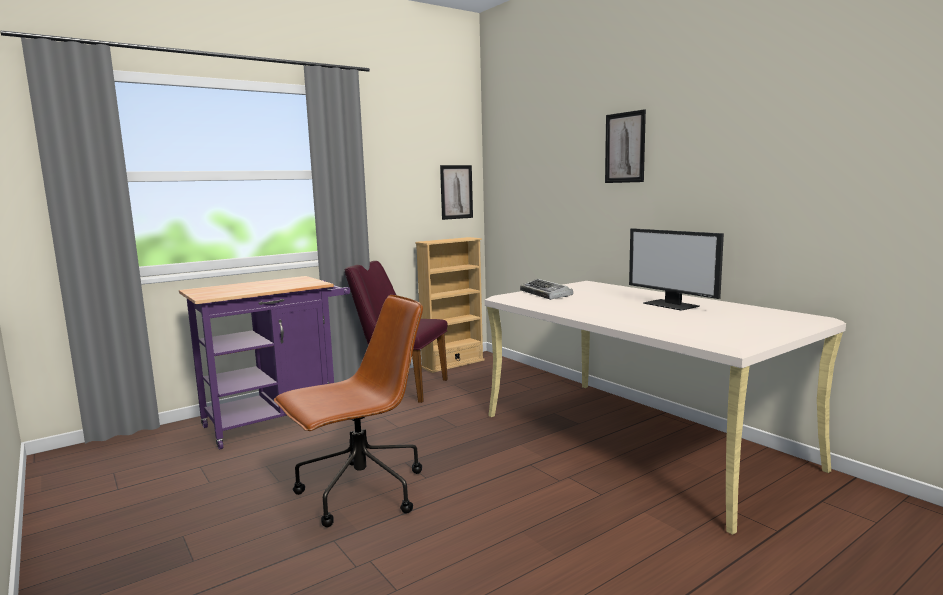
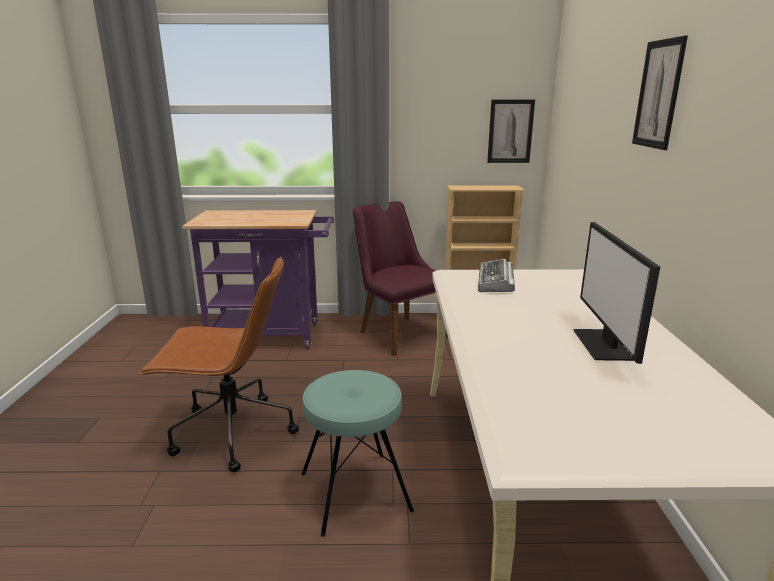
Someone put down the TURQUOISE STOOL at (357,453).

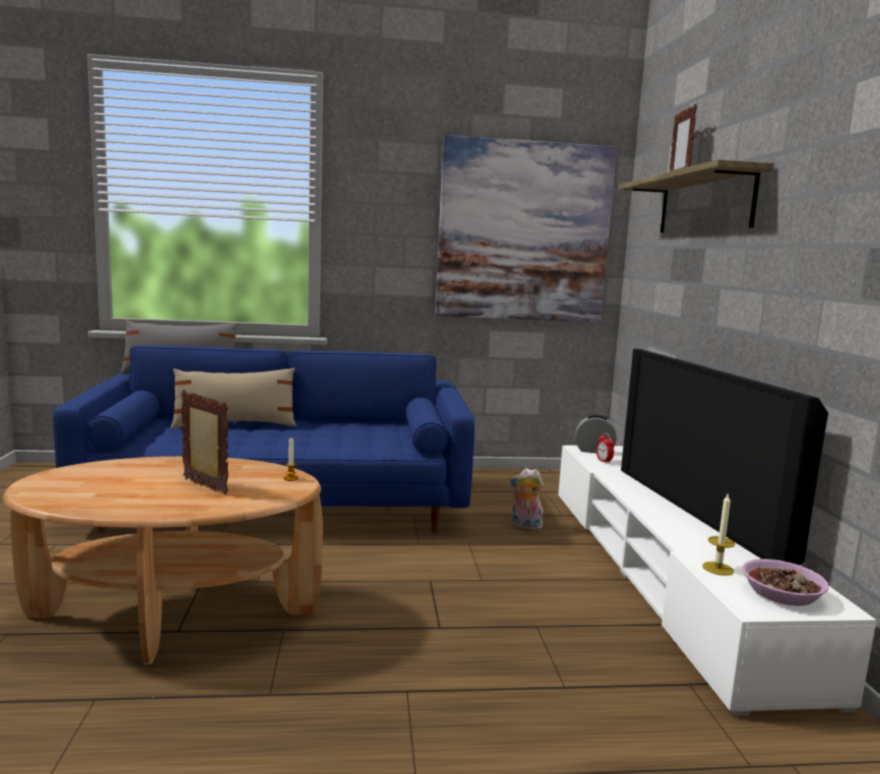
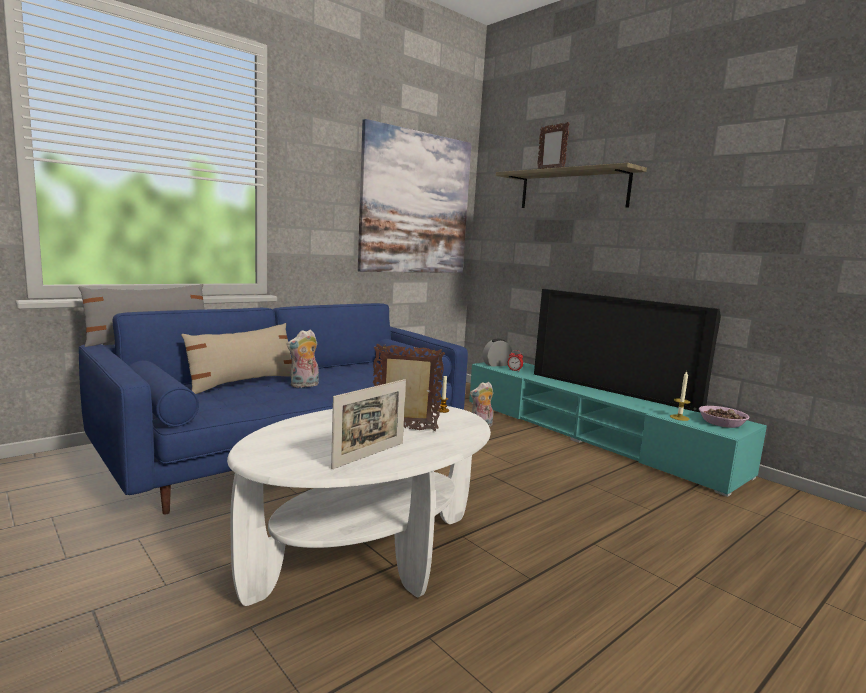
Someone repainted the WHITE TV STAND at (717,580), which became the TURQUOISE TV STAND at (618,429). Someone repainted the BROWN COFFEE TABLE at (163,560), which became the WHITE COFFEE TABLE at (359,505). Someone put down the PLUSH TOY at (302,359). Someone put down the PICTURE FRAME at (368,424).

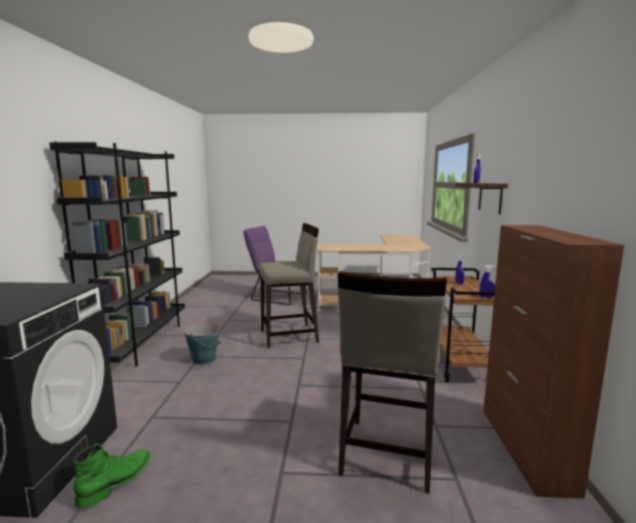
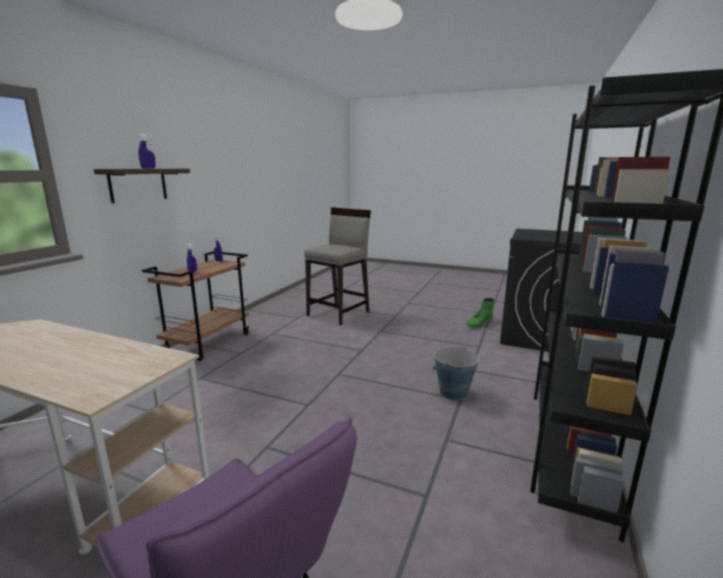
Someone took away the BEIGE STOOL at (289,285). Someone took away the BROWN CABINET at (553,362).

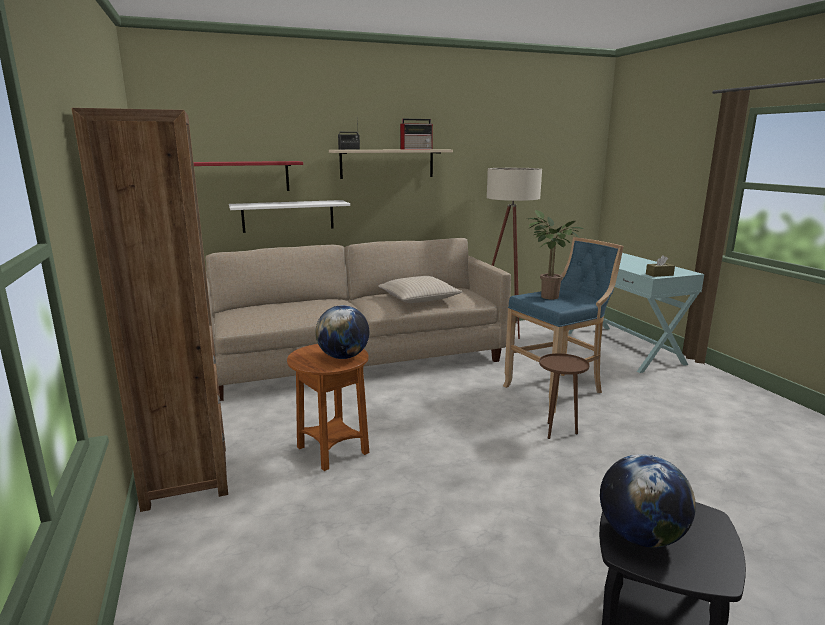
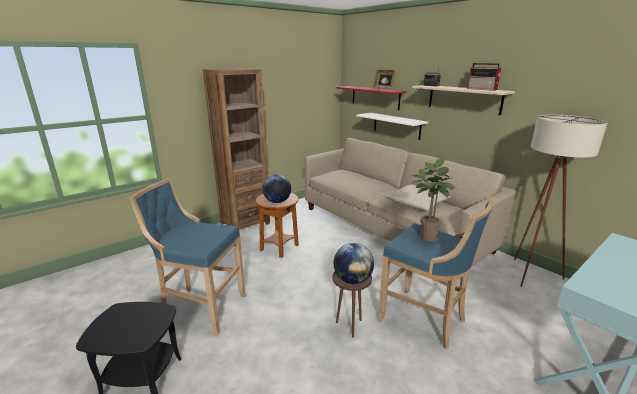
Someone took away the BROWN TISSUE BOX at (660,266). Someone carried the GLOBE from (648,500) to (354,263). Someone put down the PICTURE FRAME at (384,80). Someone put down the BLUE STOOL at (188,257).

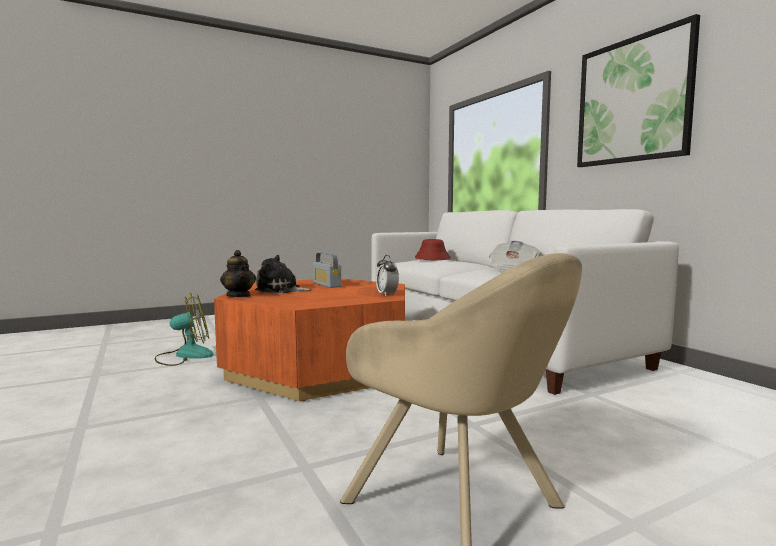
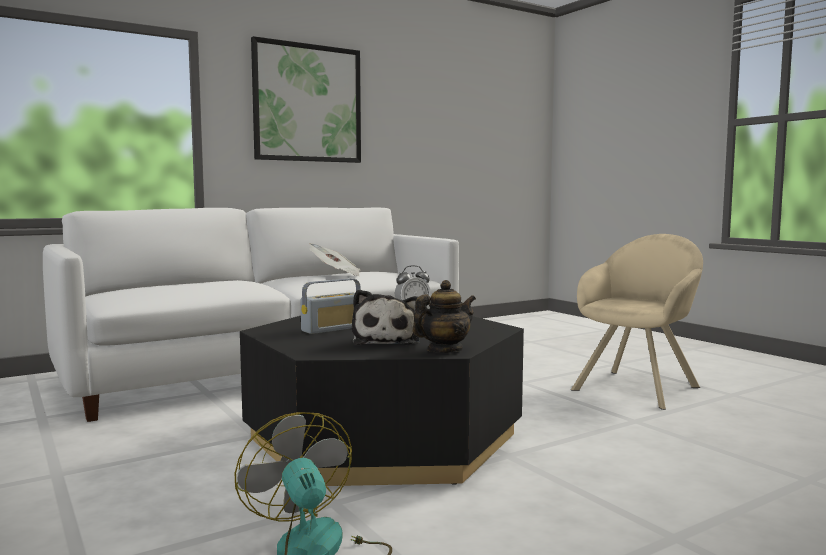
Someone took away the RED HAT at (433,249). Someone repainted the ORANGE COFFEE TABLE at (309,340), which became the BLACK COFFEE TABLE at (382,397).

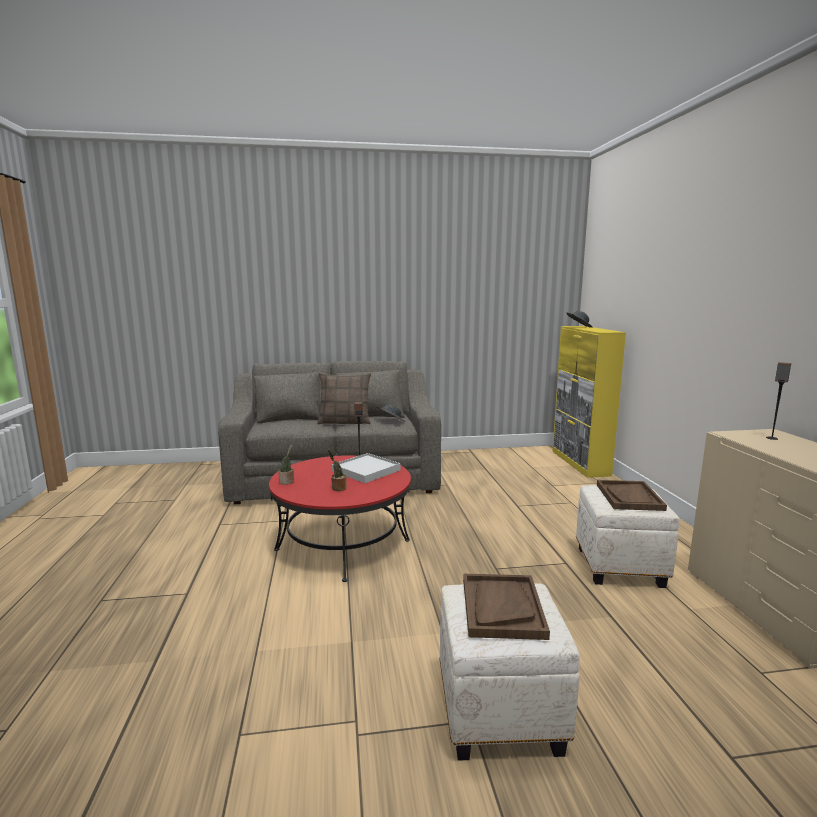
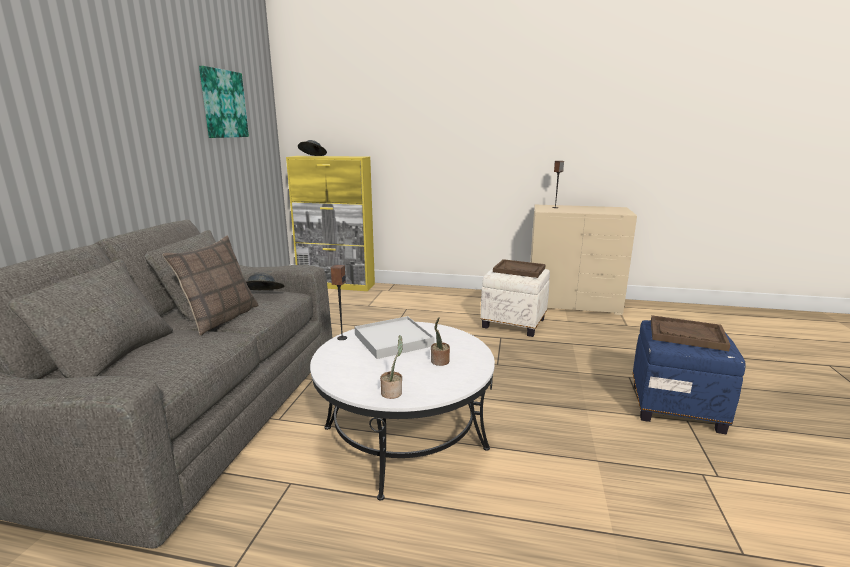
Someone repainted the RED COFFEE TABLE at (340,518), which became the WHITE COFFEE TABLE at (402,411). Someone repainted the WHITE OTTOMAN at (509,672), which became the BLUE OTTOMAN at (689,377). Someone put up the PICTURE at (224,102).

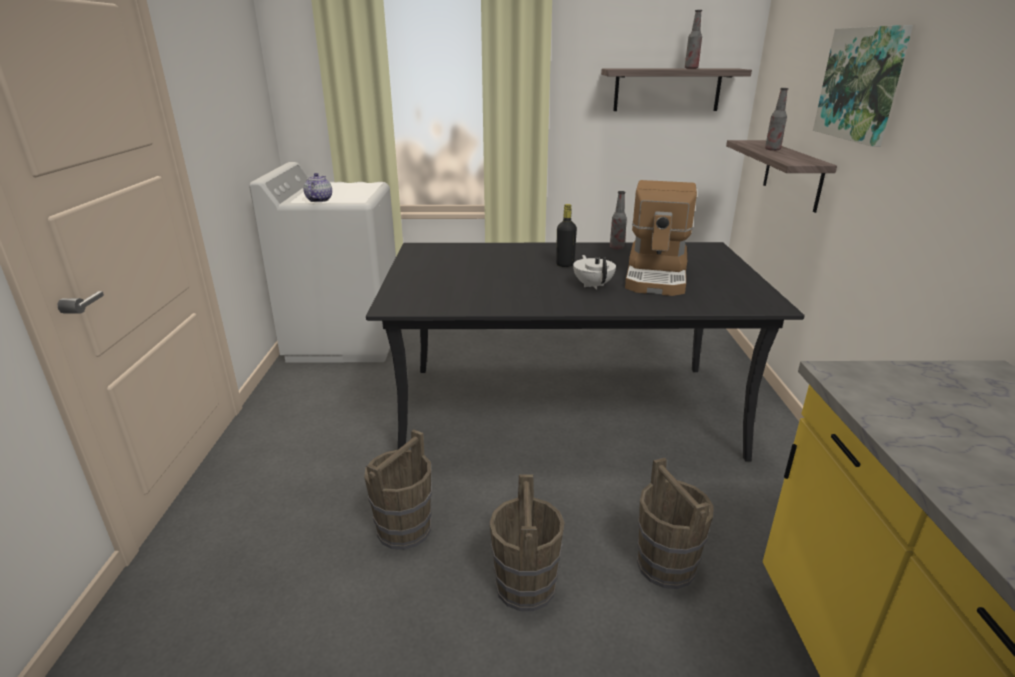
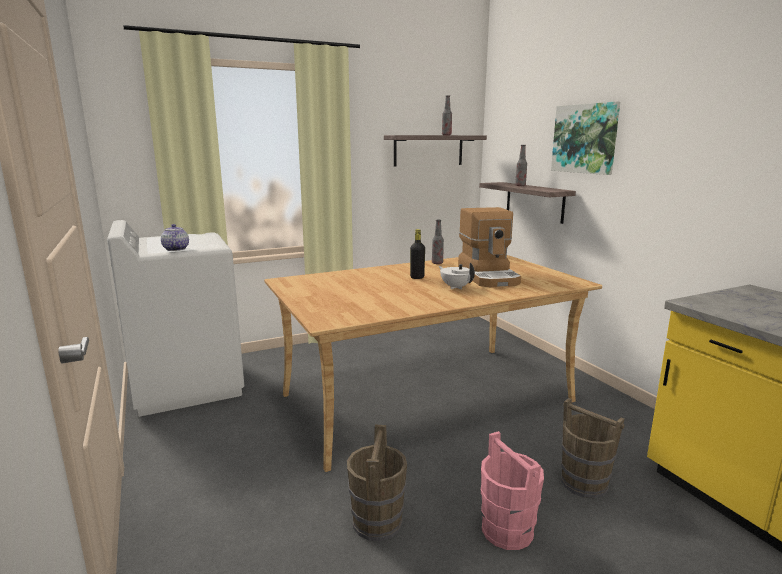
Someone repainted the BLACK DINING TABLE at (585,352), which became the BEIGE DINING TABLE at (433,363). Someone repainted the BROWN BUCKET at (527,542), which became the PINK BUCKET at (512,490).

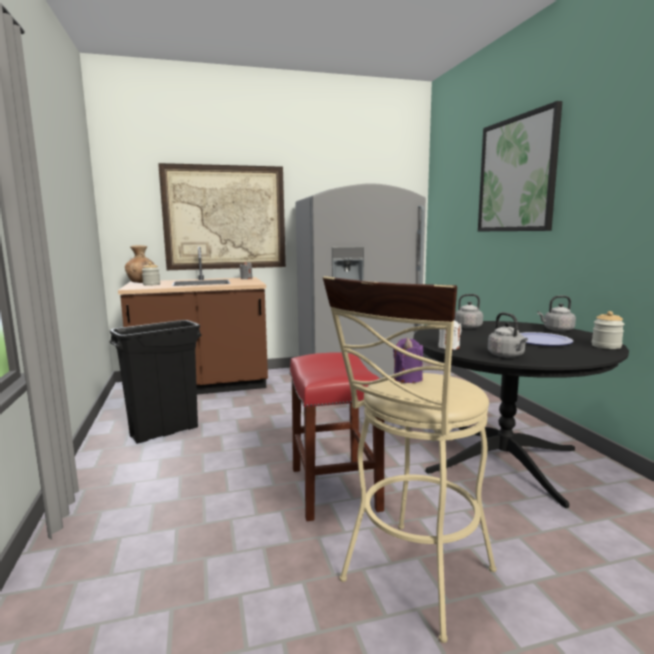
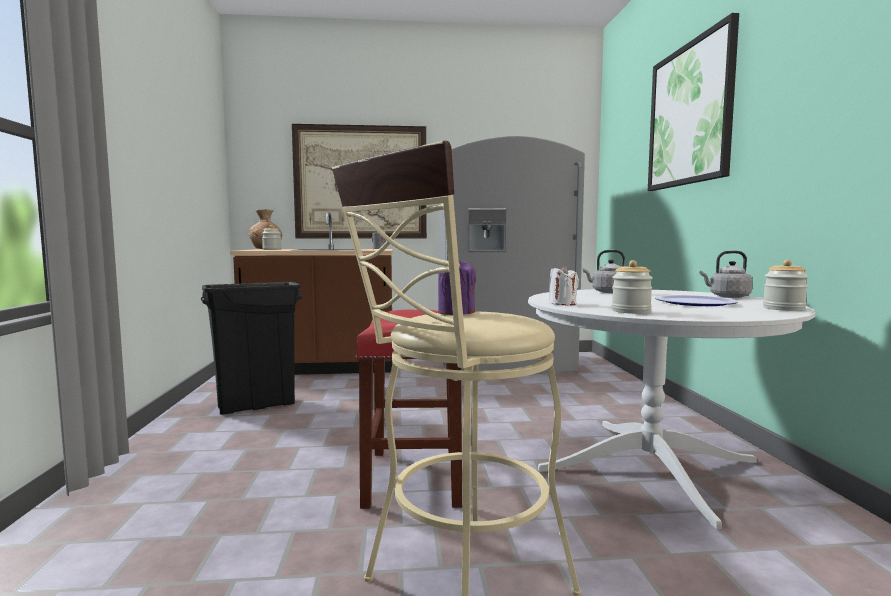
Someone swapped the GREY KETTLE at (508,335) for the JAR at (632,287). Someone repainted the BLACK DINING TABLE at (521,414), which became the WHITE DINING TABLE at (671,409).

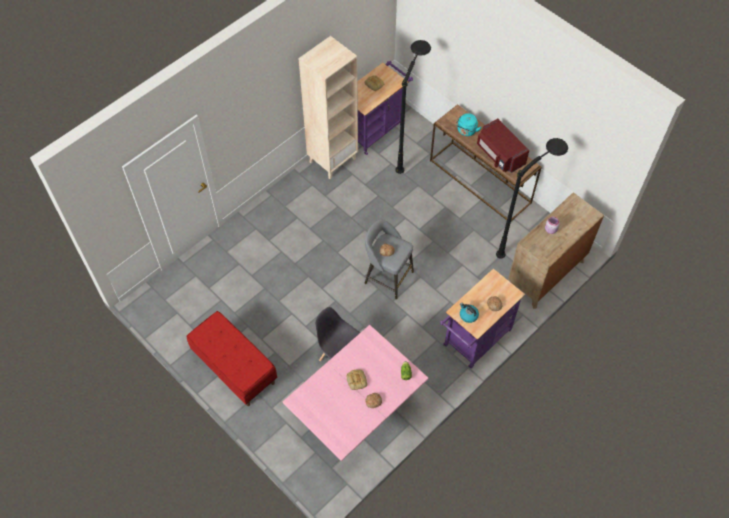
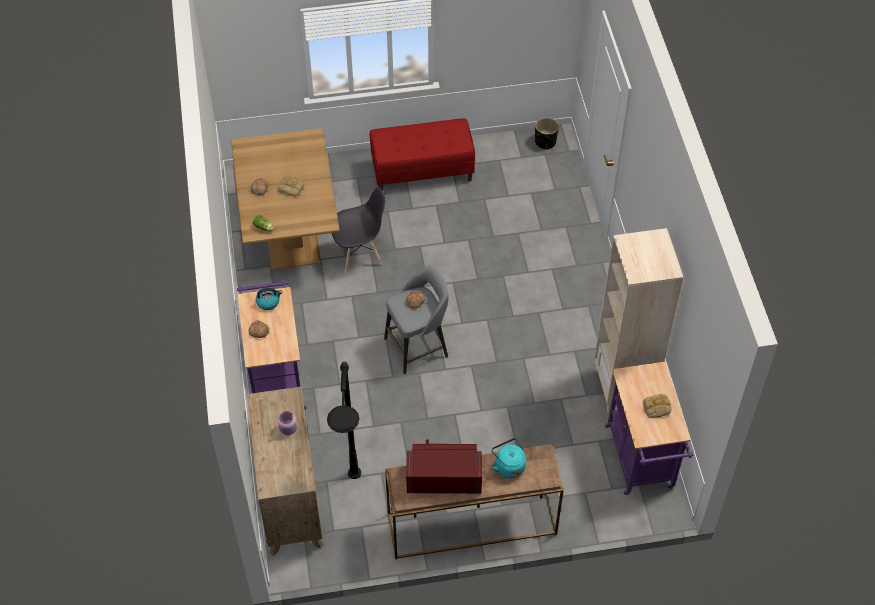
Someone took away the BLACK FLOOR LAMP at (413,107). Someone repainted the PINK DINING TABLE at (356,393), which became the BROWN DINING TABLE at (285,199). Someone put down the BLACK PLANTER at (547,133).

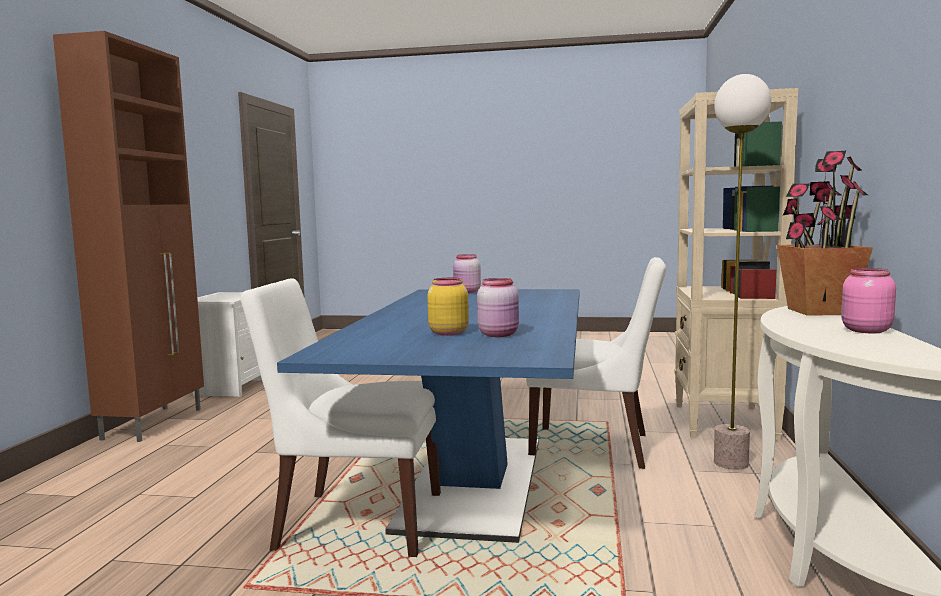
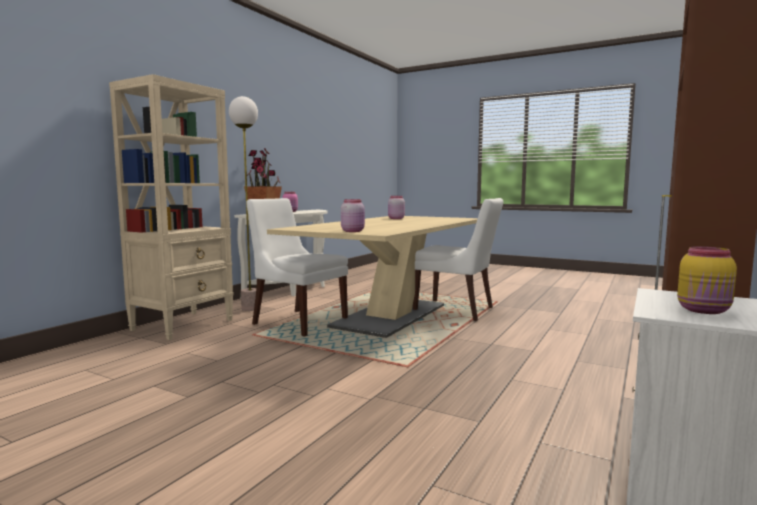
Someone carried the YELLOW JAR from (448,307) to (707,280). Someone repainted the BLUE DINING TABLE at (428,416), which became the BEIGE DINING TABLE at (372,277).

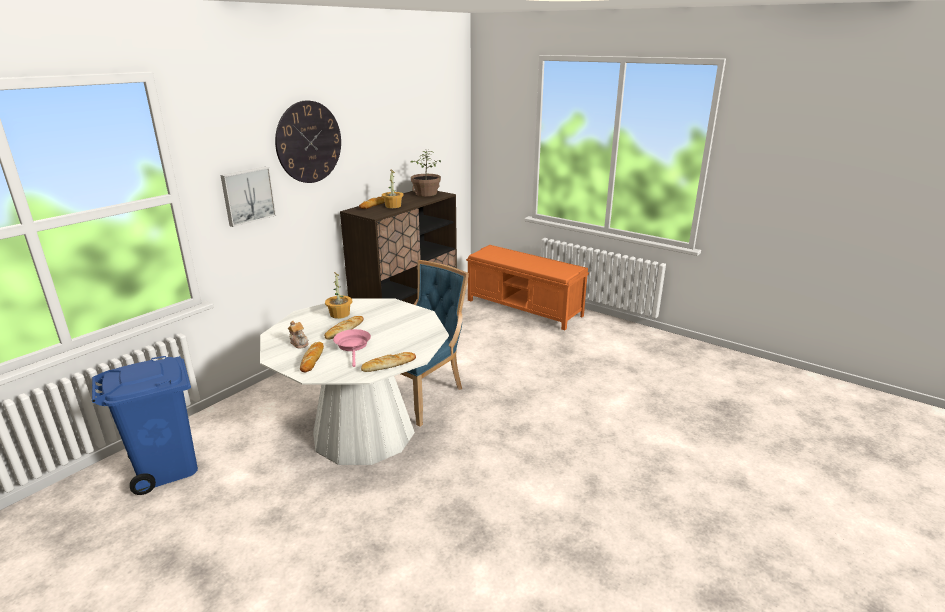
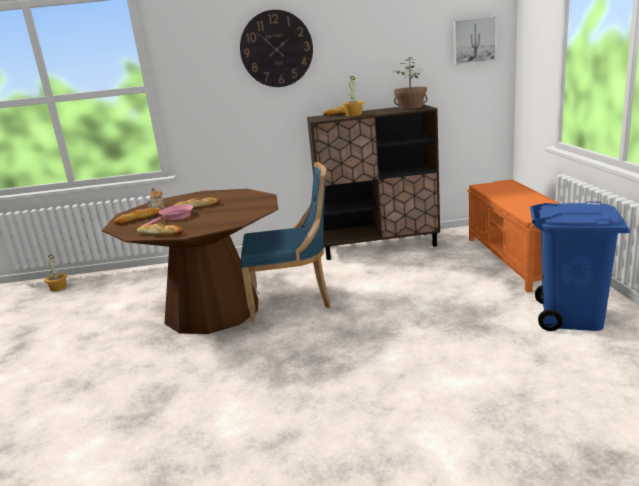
Someone carried the PICTURE from (248,197) to (475,40). Someone carried the POTTED PLANT from (338,295) to (55,272). Someone repainted the WHITE DINING TABLE at (354,381), which became the BROWN DINING TABLE at (190,261). Someone carried the BLUE TRASH CAN from (145,425) to (580,266).

